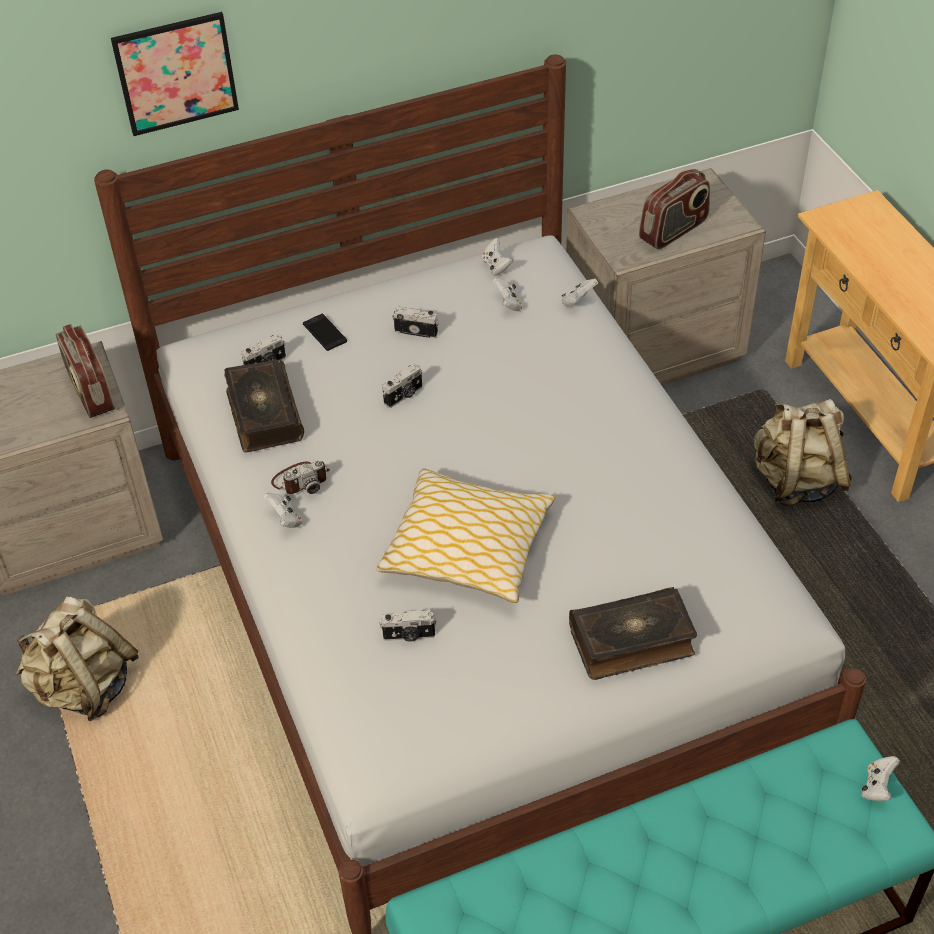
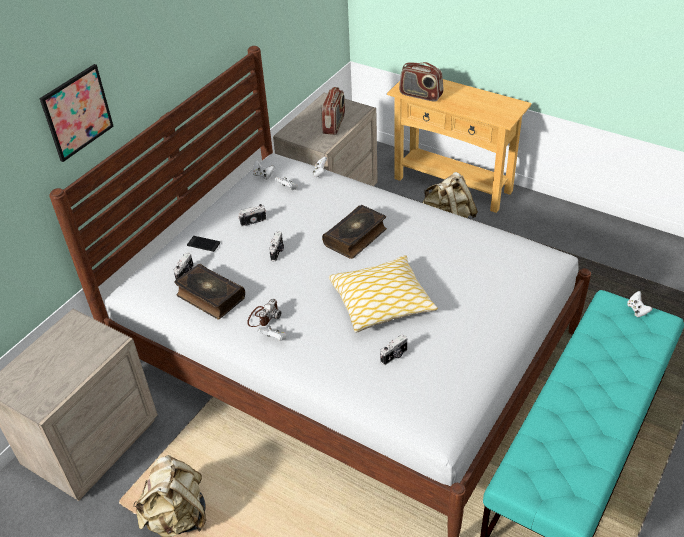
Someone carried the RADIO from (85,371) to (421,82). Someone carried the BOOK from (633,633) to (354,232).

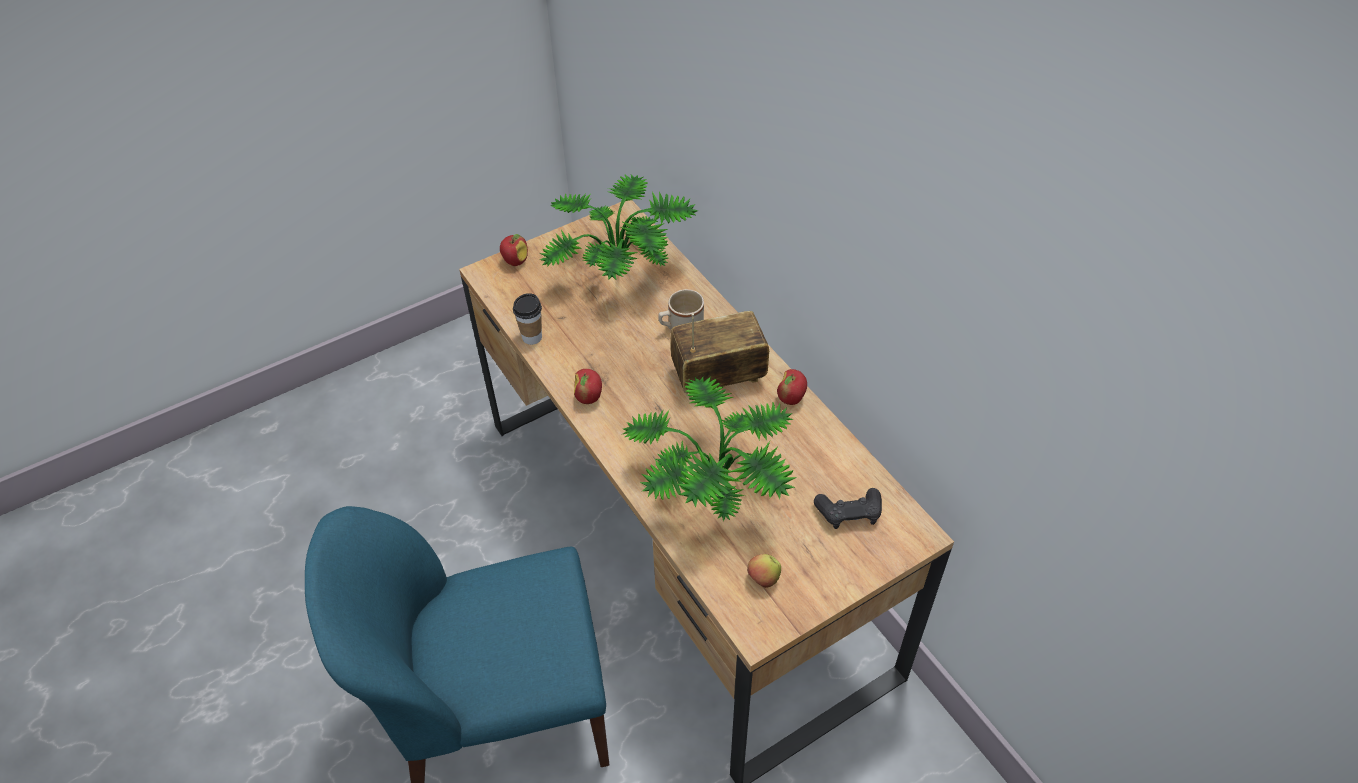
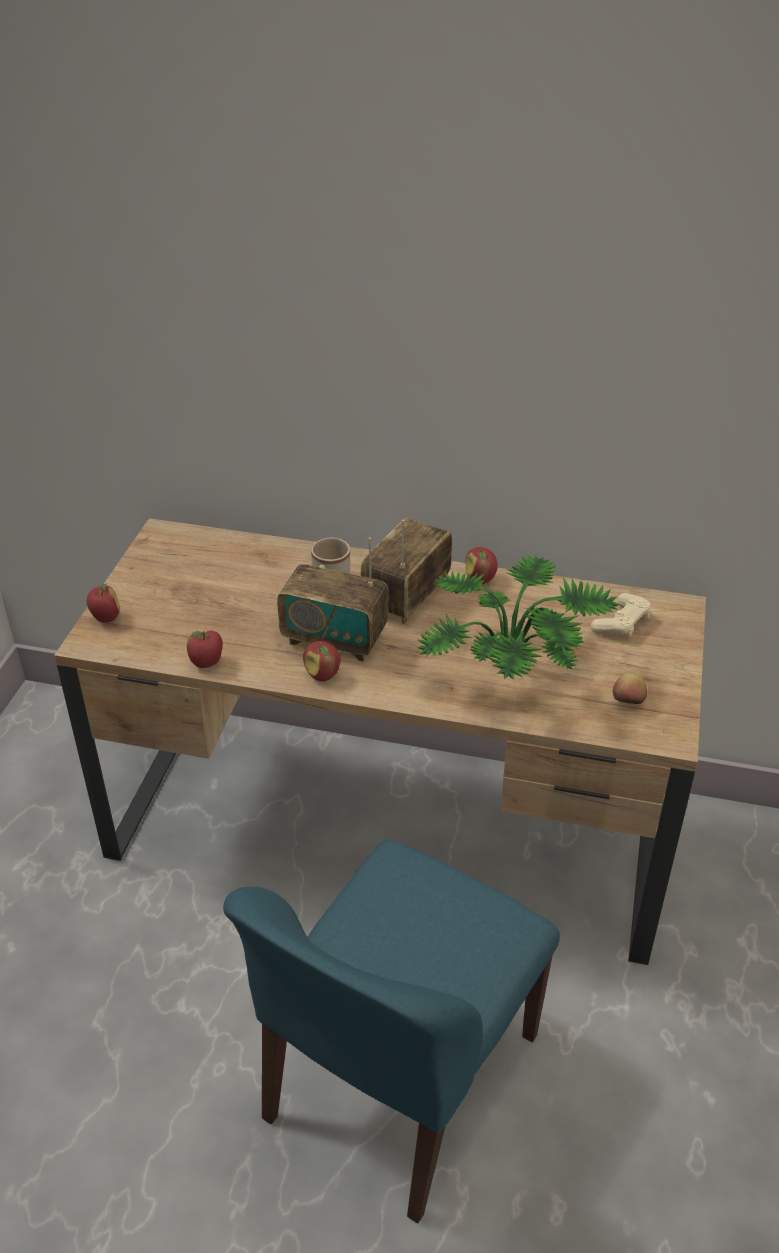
Someone took away the POTTED PLANT at (619,227). Someone swapped the CUP at (527,319) for the APPLE at (205,649). Someone repainted the BLACK GAME CONTROLLER at (848,508), which became the BEIGE GAME CONTROLLER at (621,615). Someone put down the RADIO at (332,599).

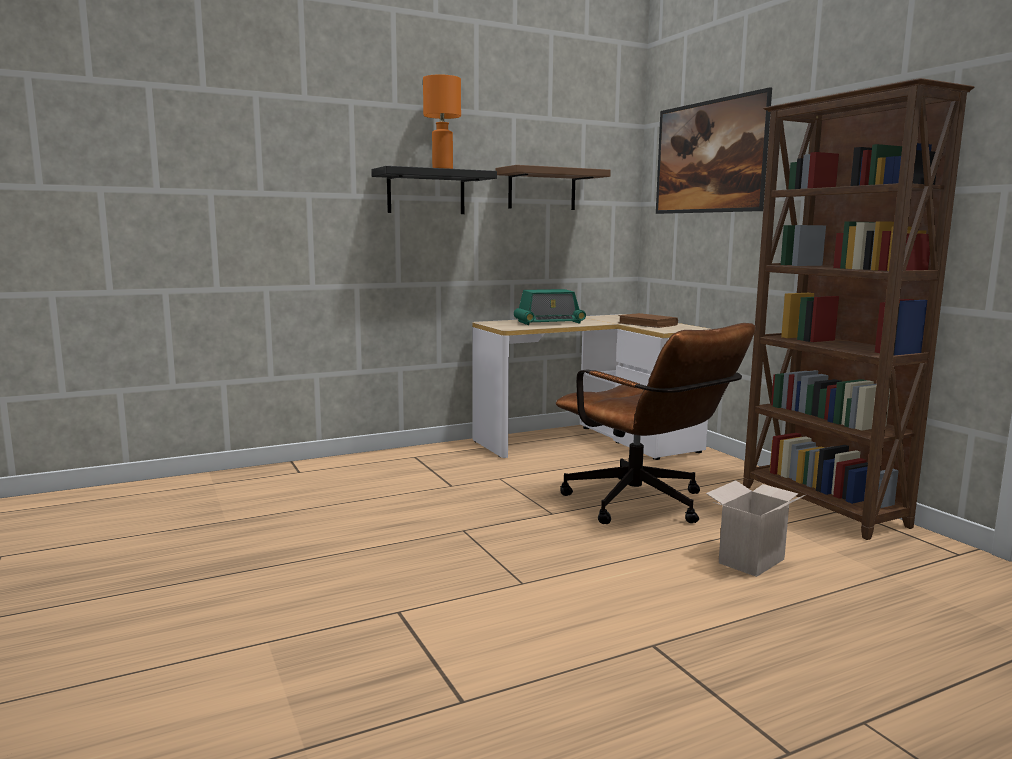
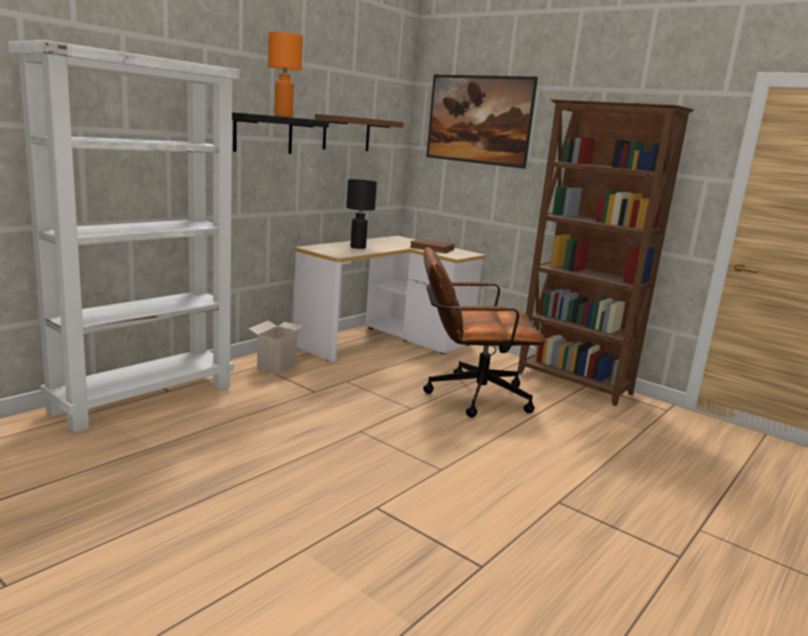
Someone swapped the RADIO at (550,307) for the BLACK TABLE LAMP at (361,214). Someone rotated the BROWN OFFICE CHAIR at (656,423) by 150 degrees clockwise. Someone carried the CARDBOARD BOX from (756,528) to (277,348). Someone put down the WHITE BOOKCASE at (124,236).

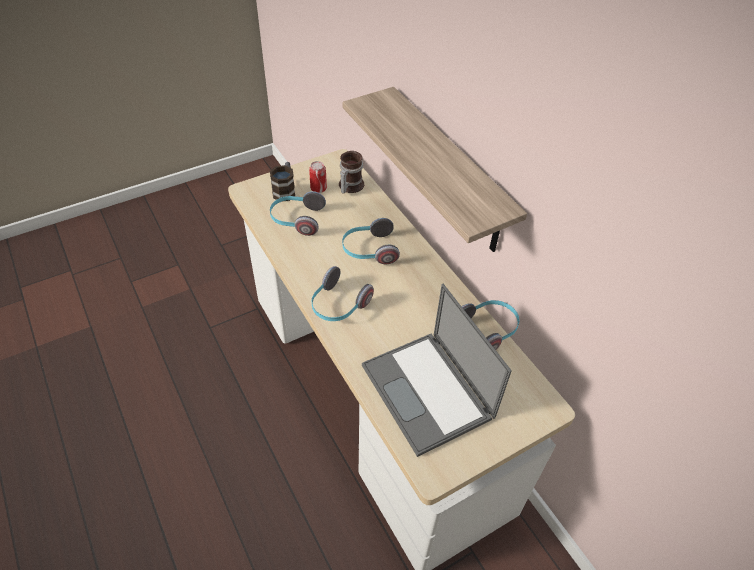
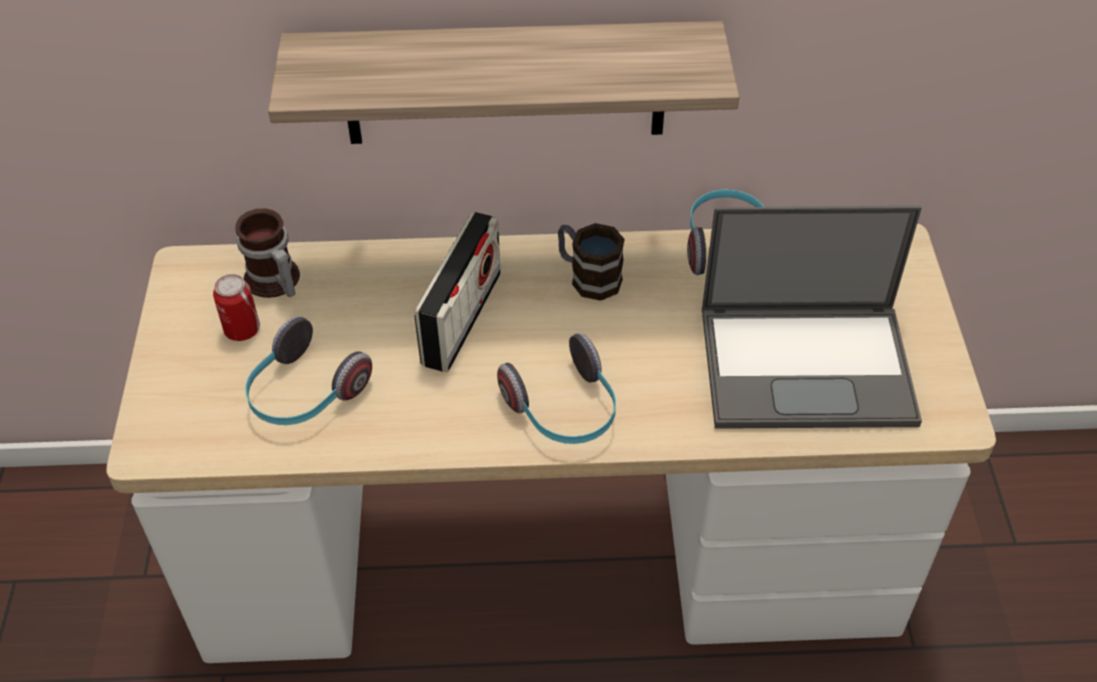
Someone carried the MUG from (282,181) to (591,262). Someone swapped the HEADPHONES at (371,241) for the RADIO at (457,292).

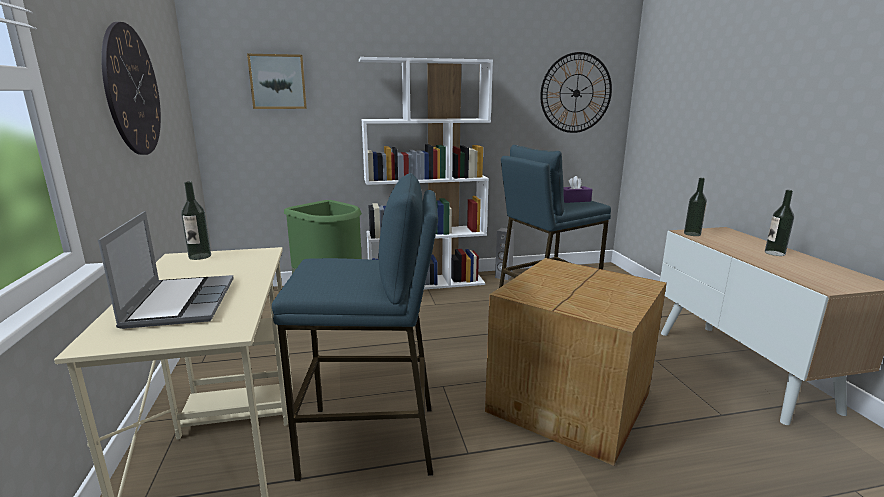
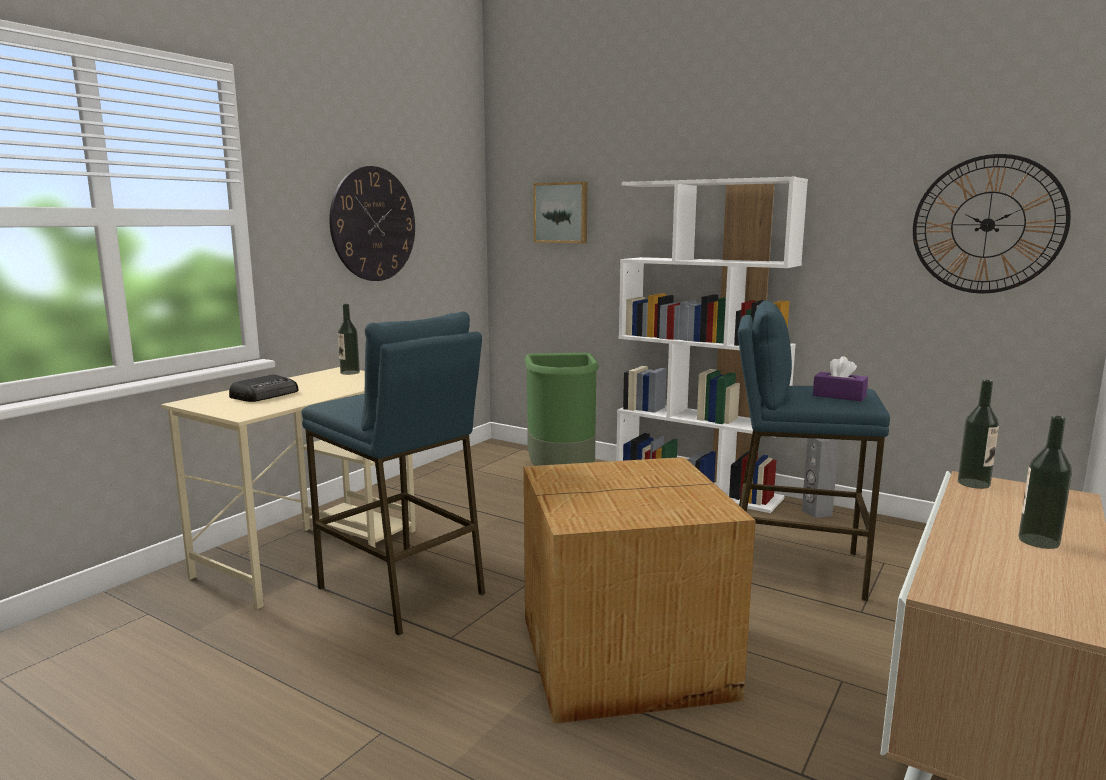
Someone swapped the LAPTOP at (165,270) for the RADIO at (264,388).

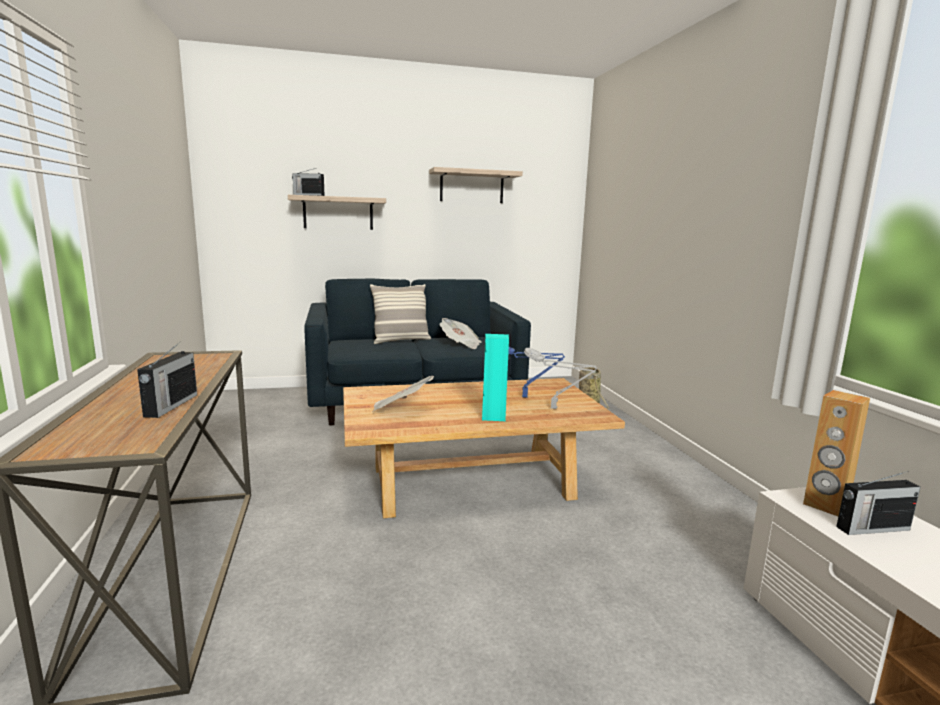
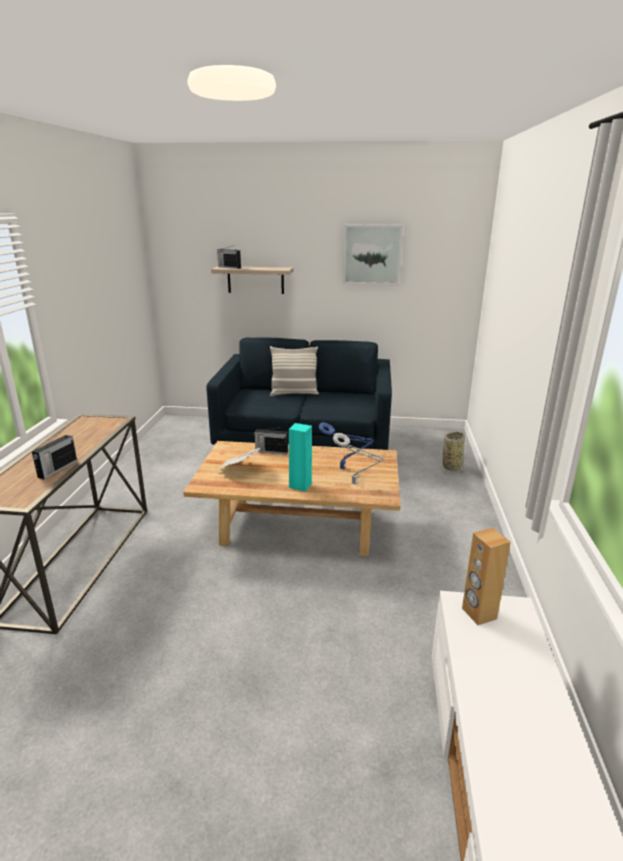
Someone swapped the SHELF at (476,185) for the PICTURE at (373,254). Someone took away the NEWSPAPER at (460,333). Someone carried the RADIO from (878,503) to (271,441).

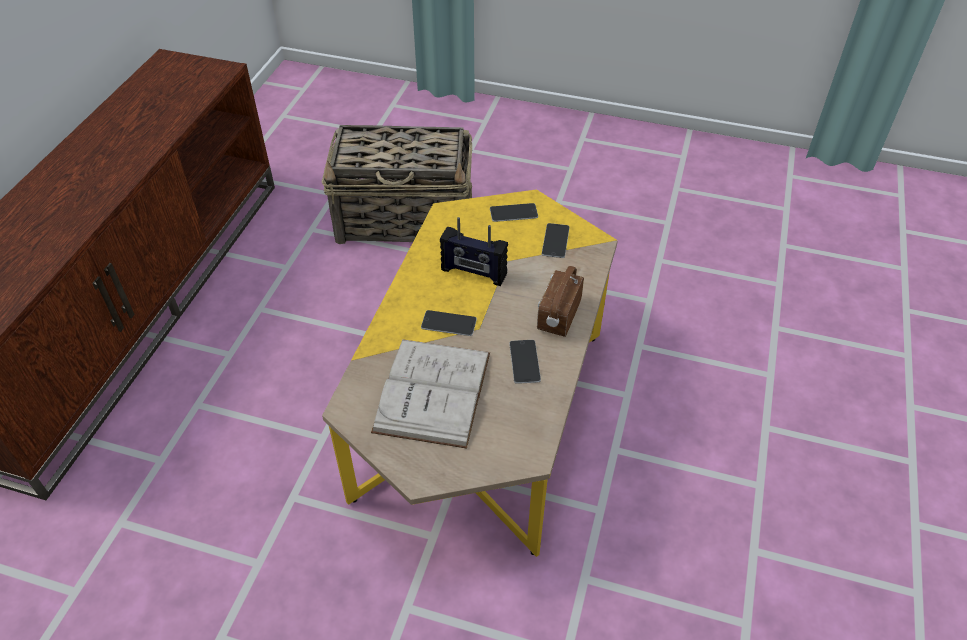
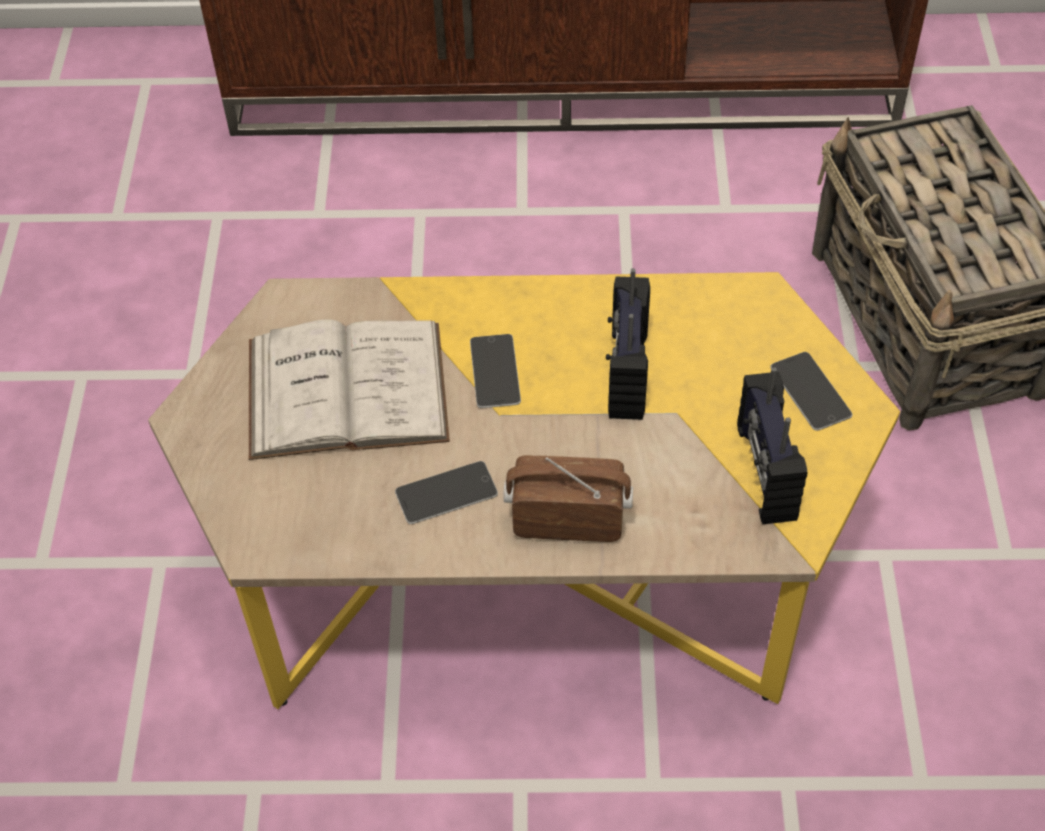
Someone swapped the PHONE at (556,240) for the RADIO at (772,446).

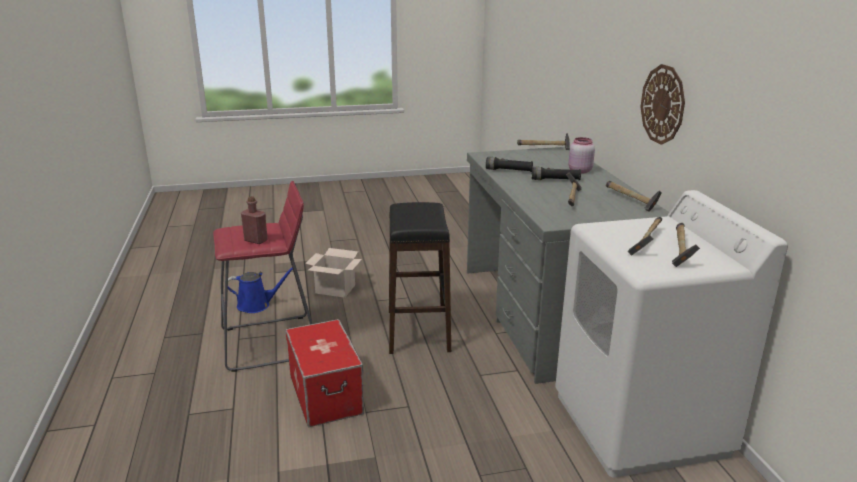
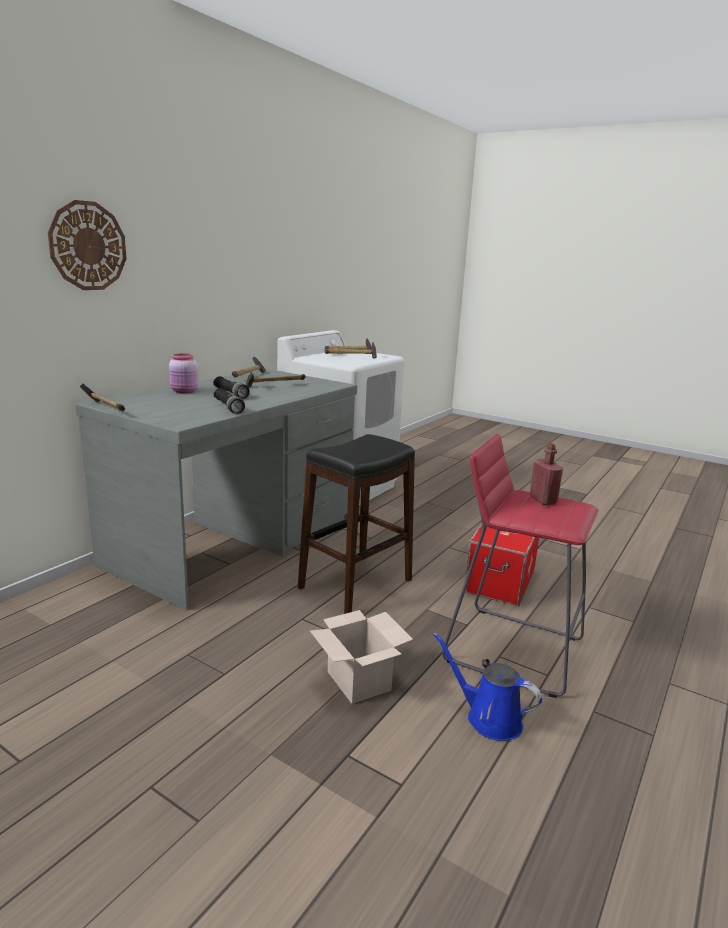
Someone carried the WALL CLOCK from (662,104) to (87,245).

